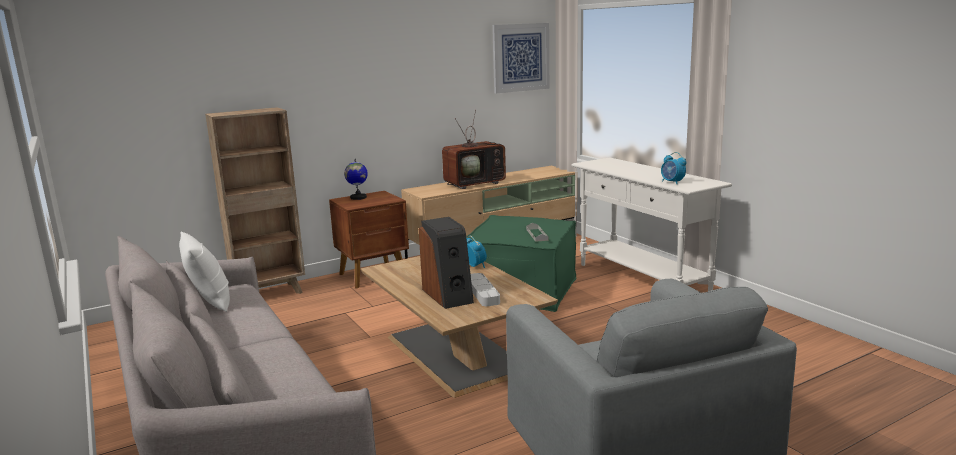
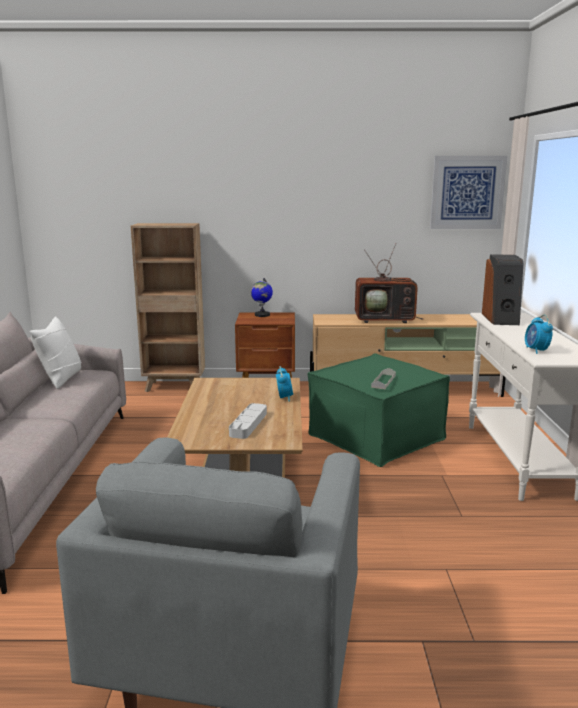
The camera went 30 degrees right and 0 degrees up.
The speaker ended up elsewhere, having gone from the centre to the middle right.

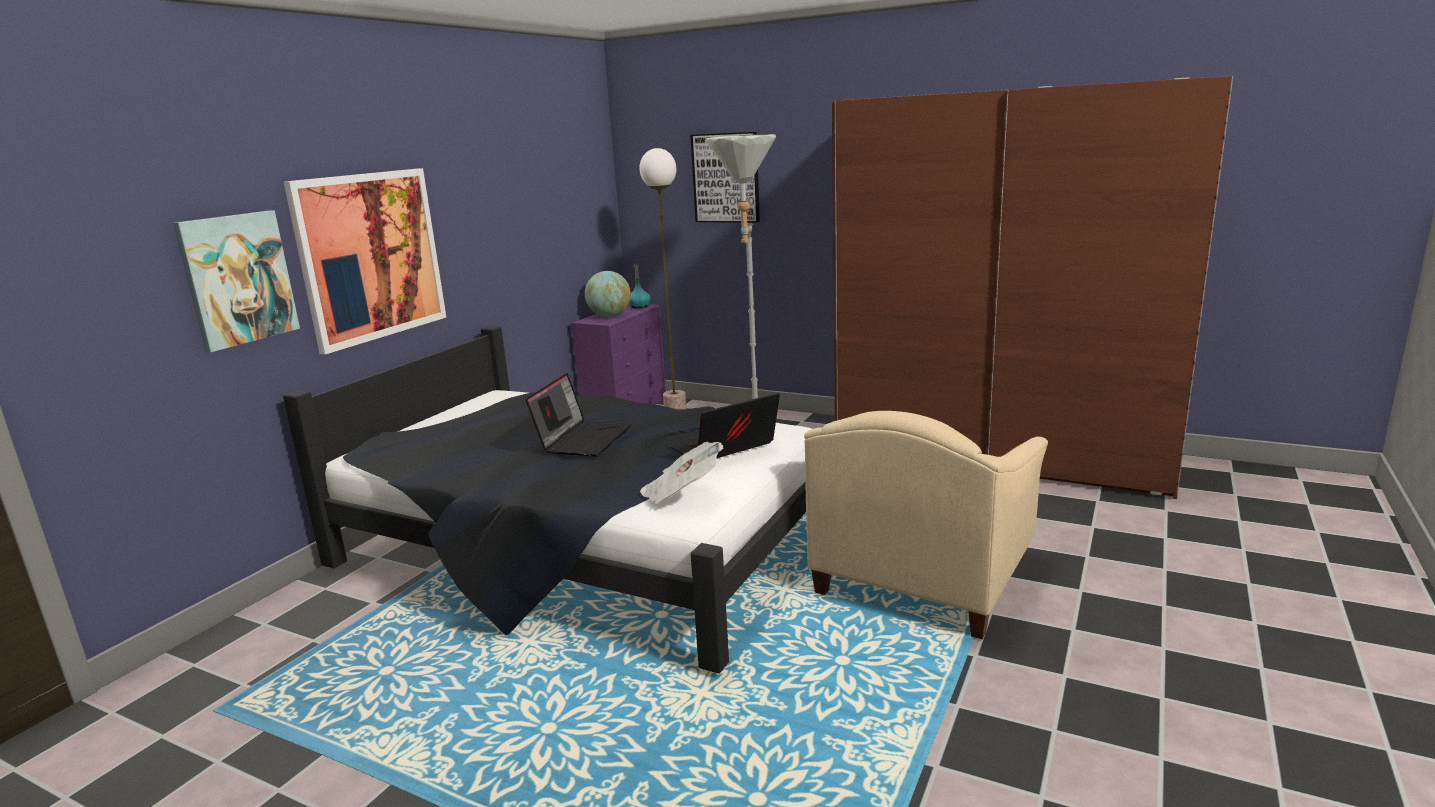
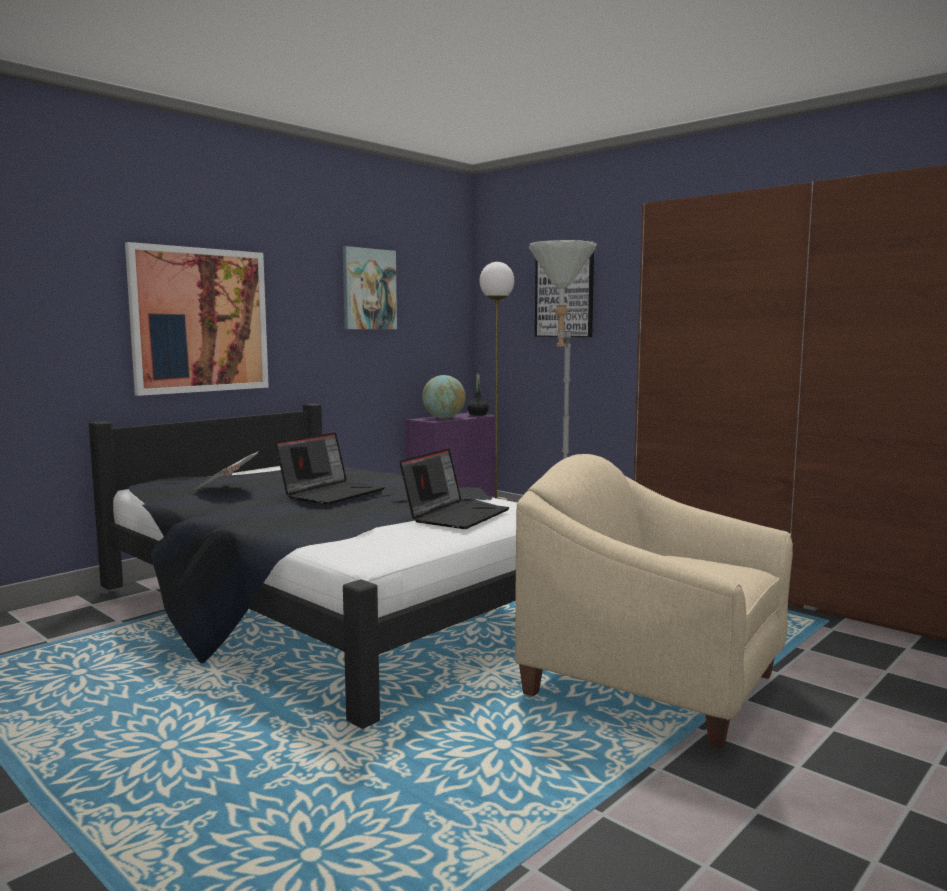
The camera went 15 degrees right and 10 degrees down.
The picture (1st from left in the first image) ended up elsewhere, having gone from the middle left to the top centre.
The newspaper ended up elsewhere, having gone from the centre to the middle left.
What was the turquoise_bottle at the centre turned into the black_bottle at the centre.
The laptop (2nd from left) at the centre ended up facing another way, 135 degrees clockwise from before.
The beige_armchair at the centre ended up facing another way, 75 degrees clockwise from before.

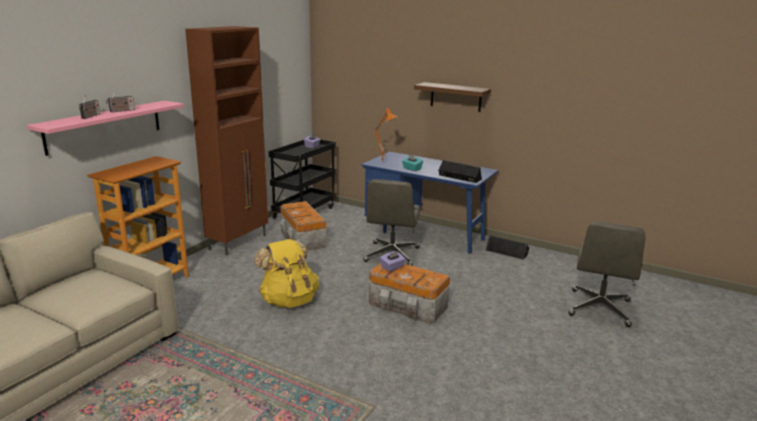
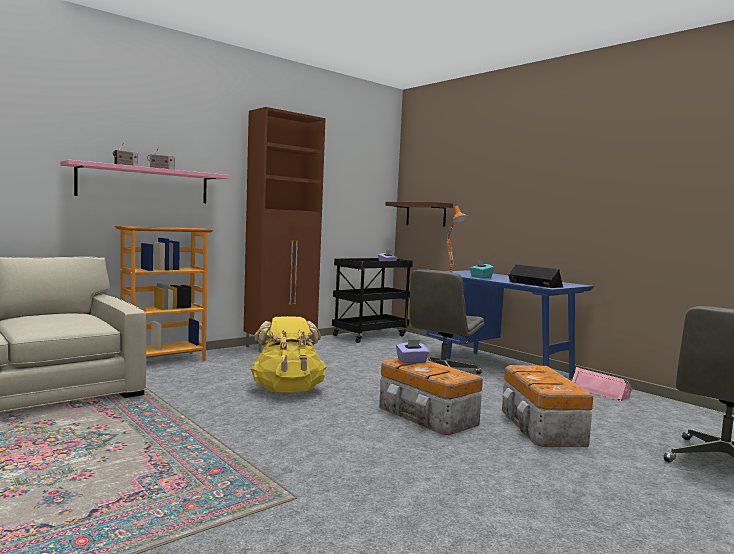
The camera went 20 degrees right and 15 degrees down.
The storage_box (1st from left in the first image) ended up elsewhere, having gone from the centre to the bottom right.
The brown_shelf ended up elsewhere, having gone from the top centre to the centre.
What was the black_speaker (2nd from left) at the middle right turned into the pink_speaker at the bottom right.

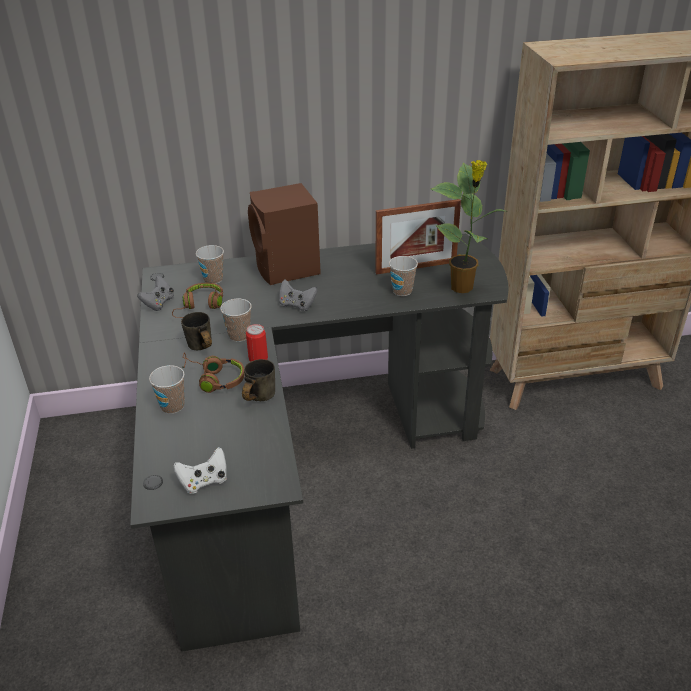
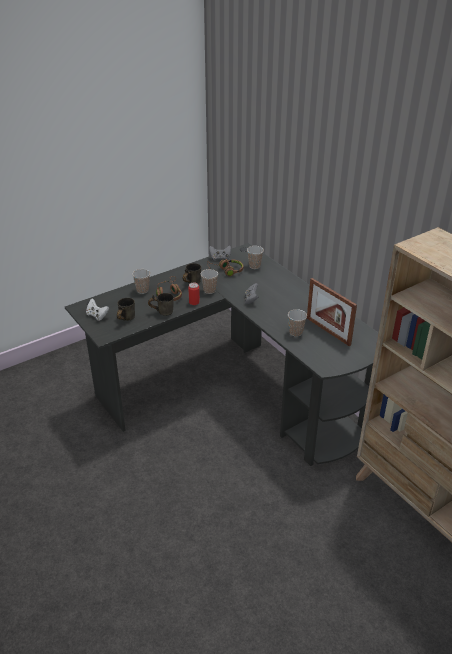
The camera went 65 degrees right and 0 degrees up.
The second view lost the brown_speaker at the centre.
The second view lost the potted_plant at the top right.
The second view gained the grey_mug (1st from left) at the middle left.

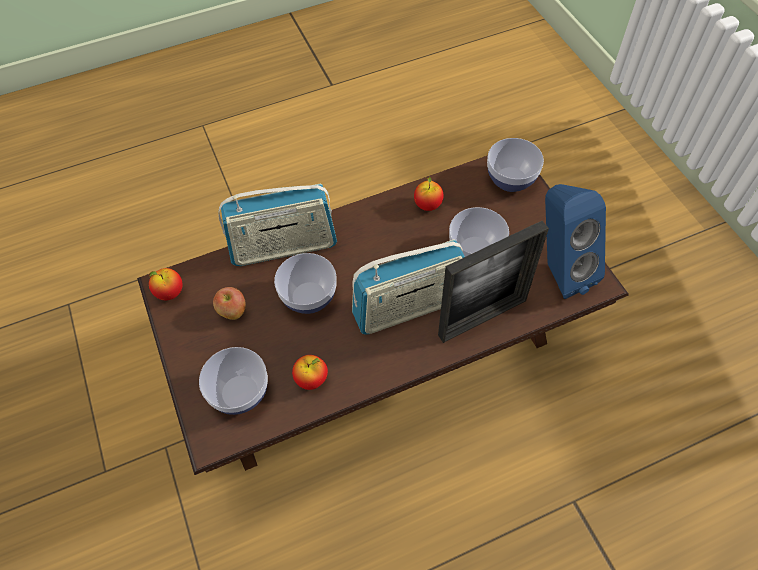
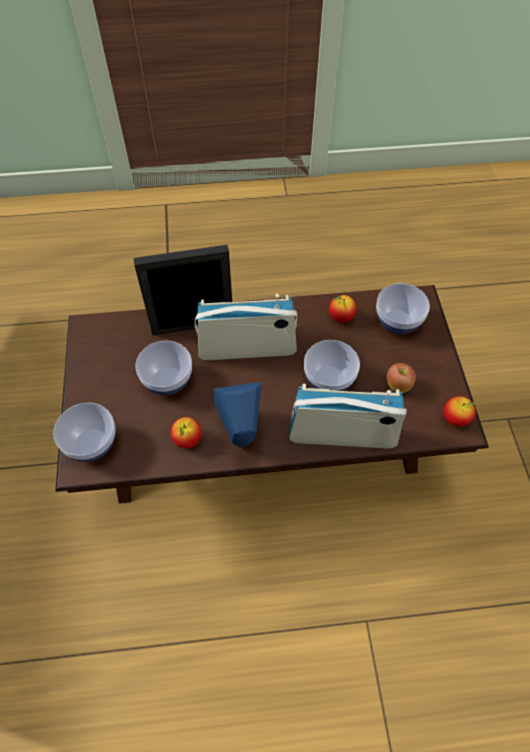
The camera went 165 degrees left and 0 degrees up.
The blue_speaker ended up elsewhere, having gone from the middle right to the centre.

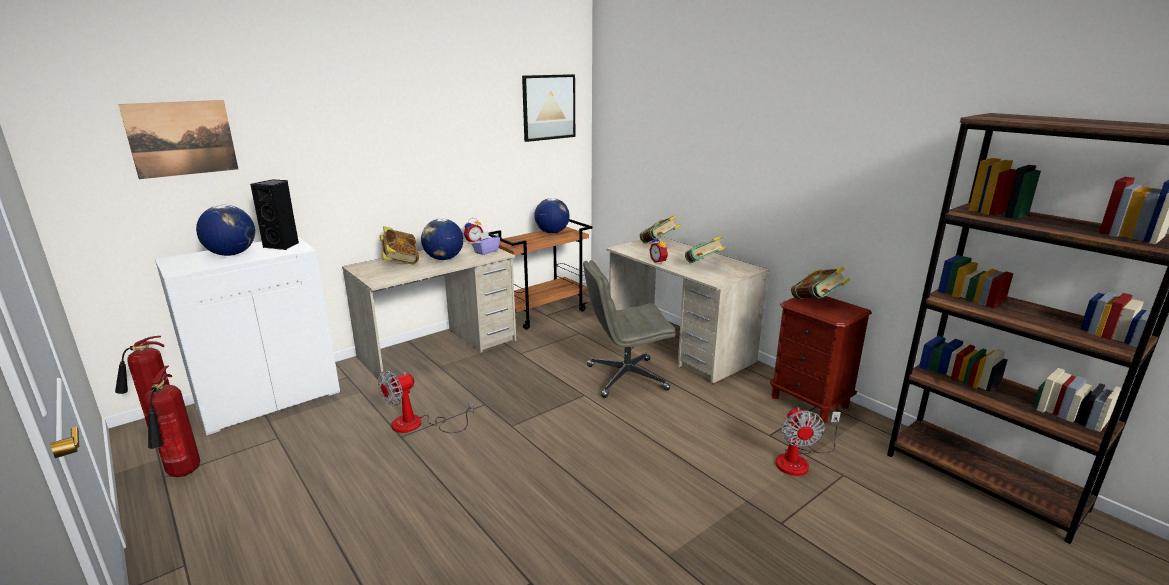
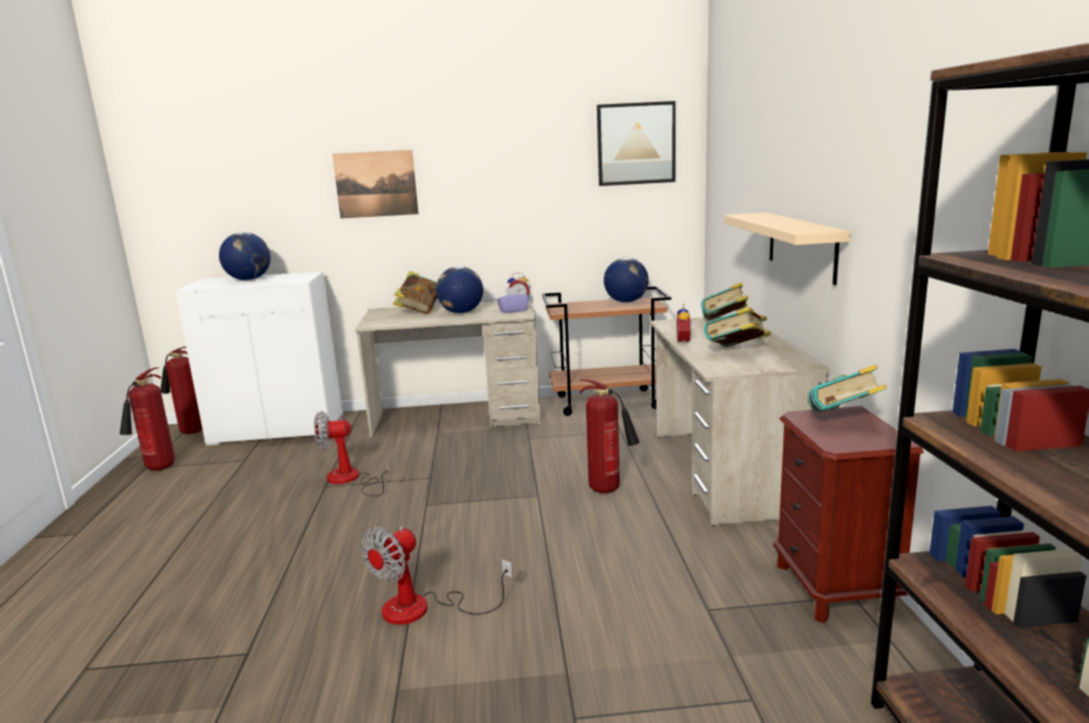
The camera went 35 degrees right and 5 degrees down.
The second view lost the black_speaker at the middle left.
The second view gained the beige_shelf at the middle right.
The picture (1st from left) ended up elsewhere, having gone from the top left to the top centre.
The fan (2nd from left) ended up elsewhere, having gone from the bottom right to the bottom centre.
Where the grey_office_chair stood at the centre, the fire_extinguisher (3rd from left) came to stand at the centre.

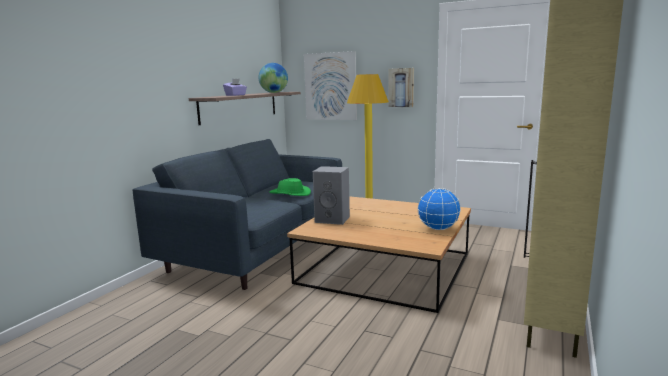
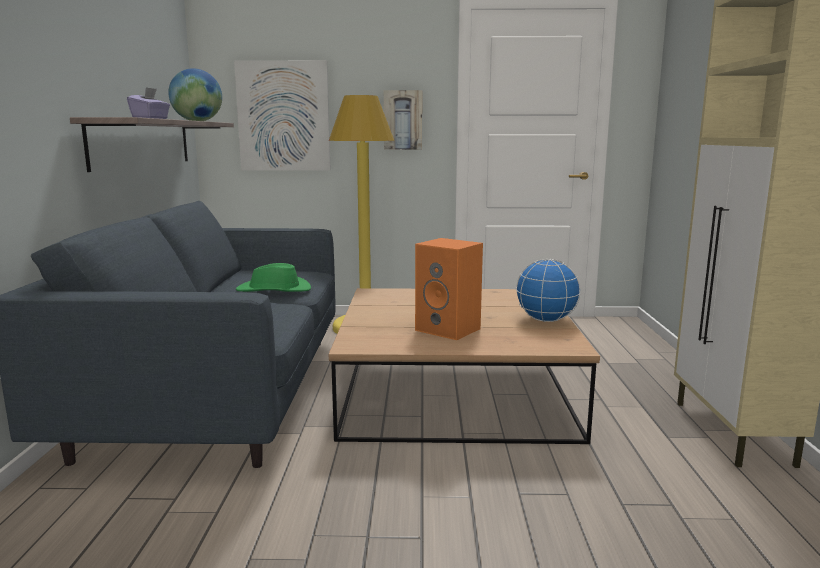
The camera went 25 degrees left and 0 degrees up.
The second view lost the grey_speaker at the centre.
The second view gained the orange_speaker at the centre.

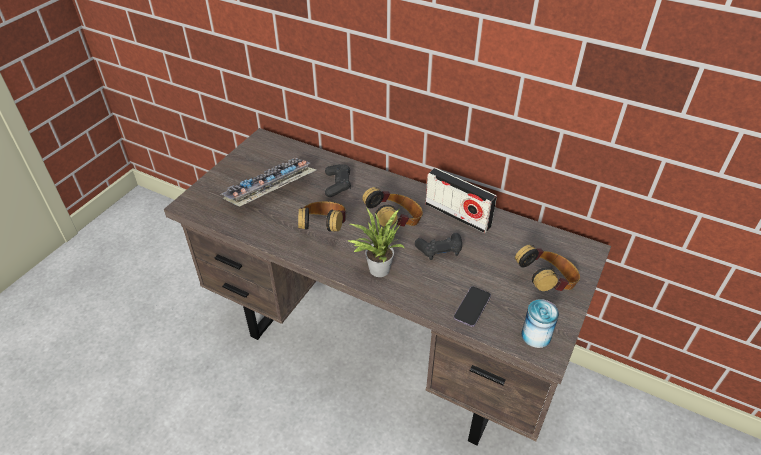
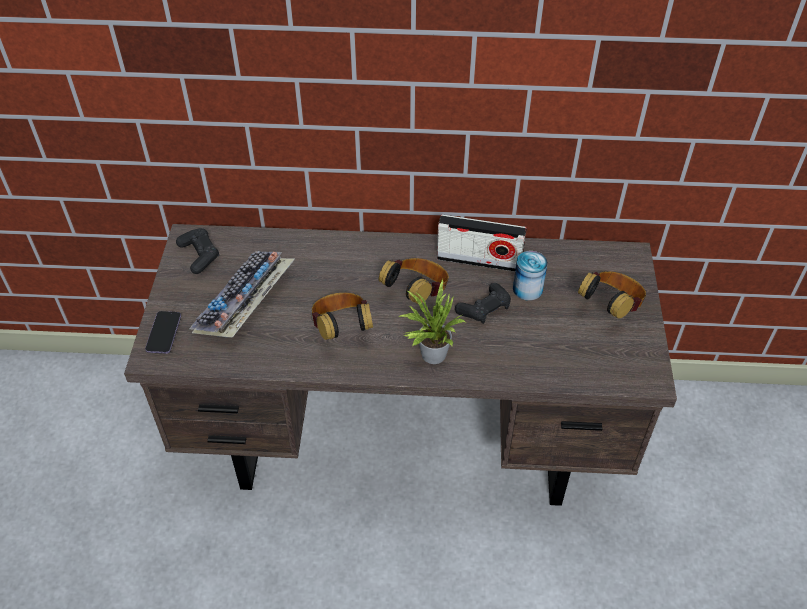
The camera went 25 degrees left and 5 degrees up.
The black_game_controller (1st from left) ended up elsewhere, having gone from the centre to the middle left.
The phone ended up elsewhere, having gone from the bottom centre to the middle left.
The can ended up elsewhere, having gone from the bottom right to the centre.

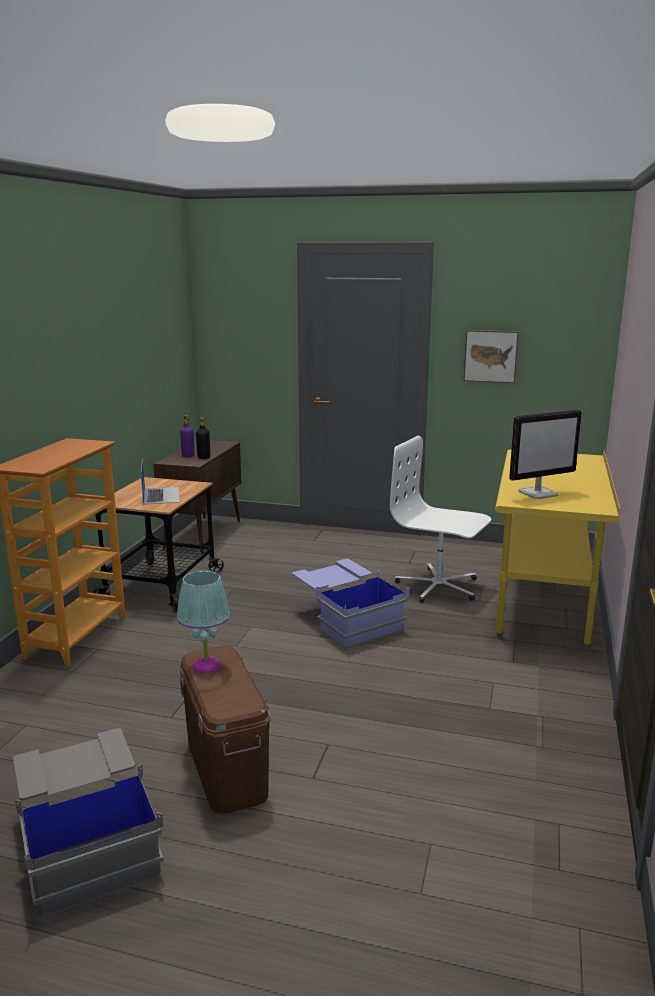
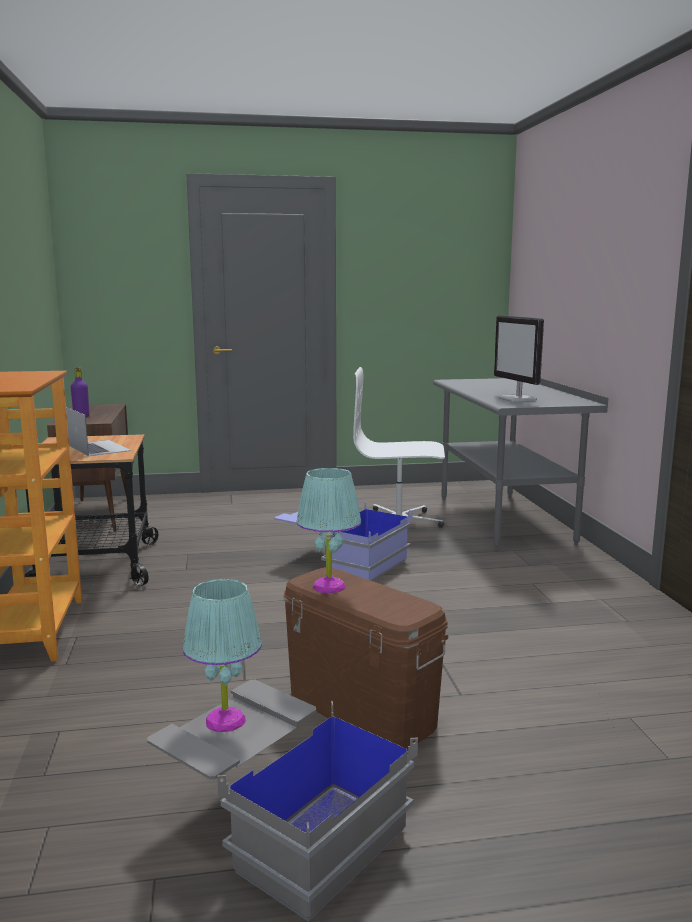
The camera went 25 degrees left and 5 degrees down.
The second view lost the black_bottle at the middle left.
The second view lost the picture at the middle right.
The second view gained the turquoise_table_lamp (1st from left) at the bottom left.
What was the yellow_desk at the middle right turned into the grey_desk at the middle right.
The monitor at the middle right ended up facing another way, 120 degrees clockwise from before.

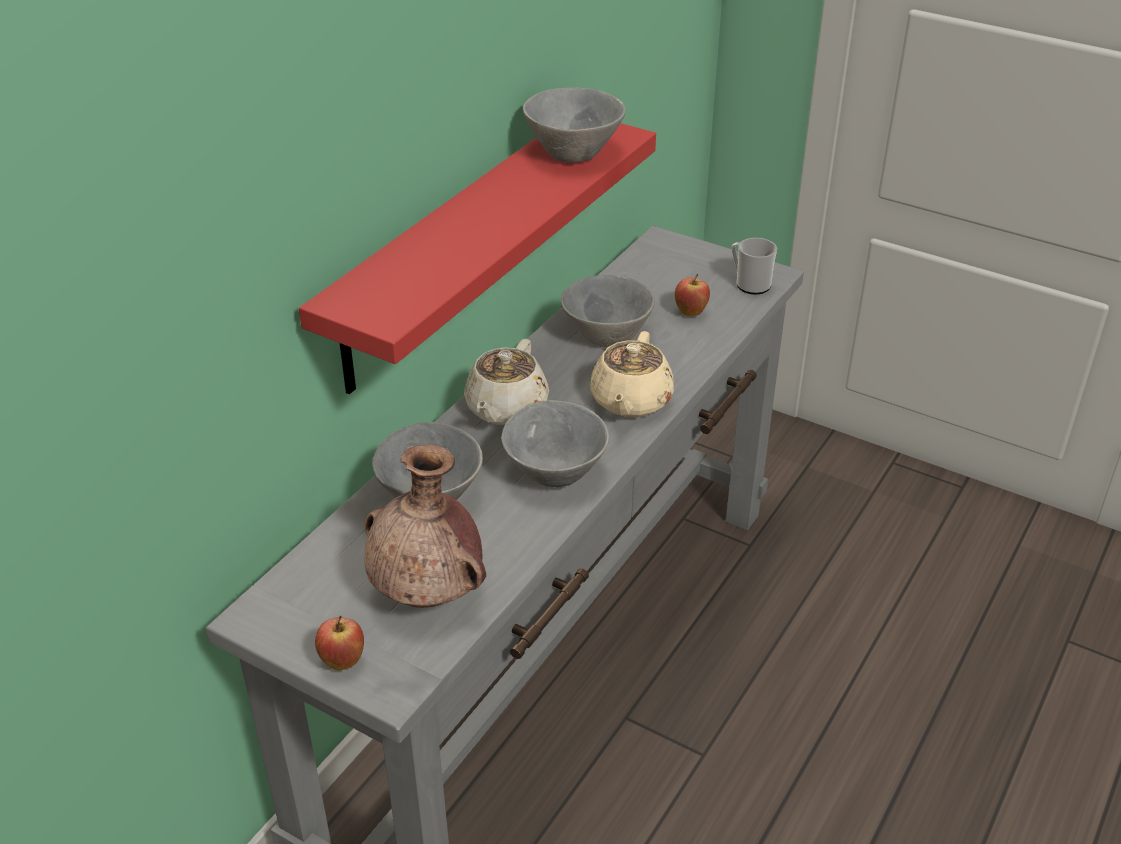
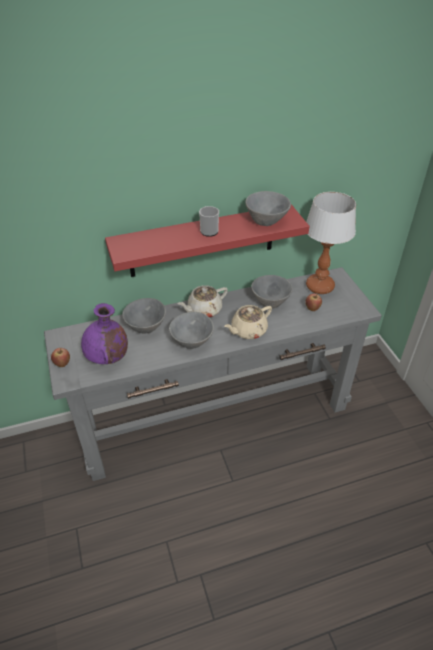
The camera went 40 degrees right and 5 degrees up.
The second view gained the table_lamp at the middle right.
The mug ended up elsewhere, having gone from the top right to the centre.
What was the brown_vase at the centre turned into the purple_vase at the middle left.

